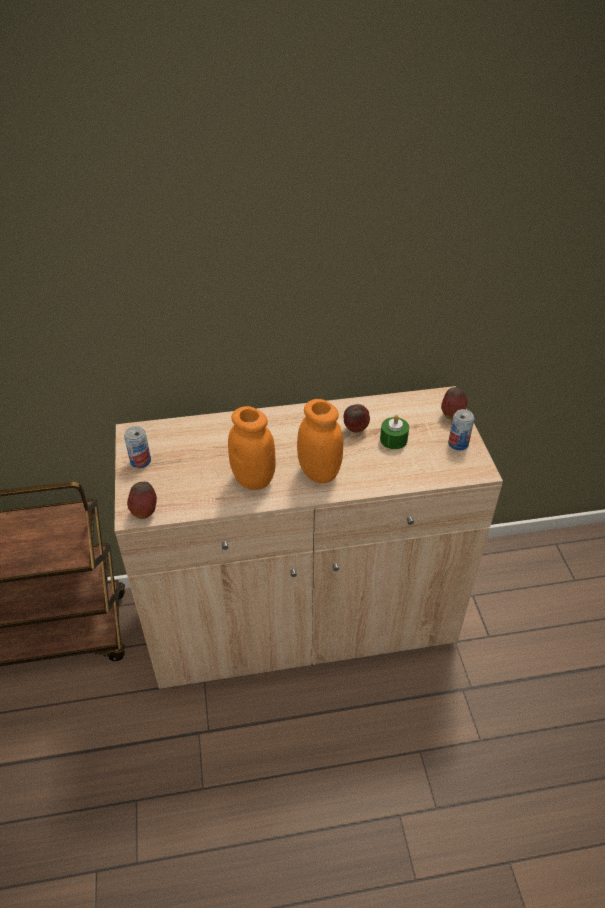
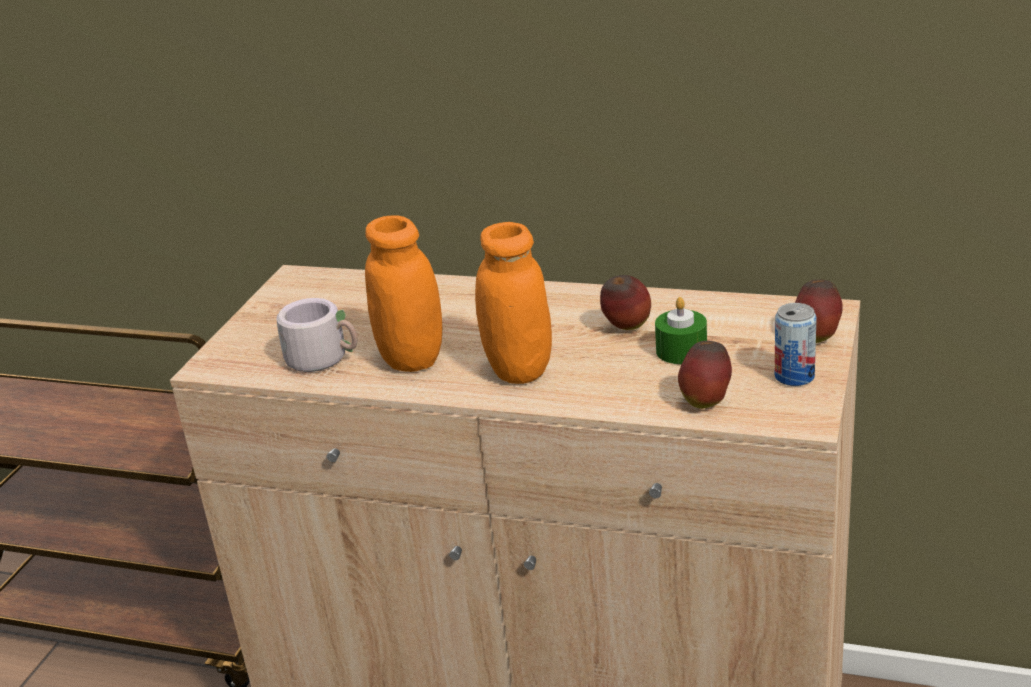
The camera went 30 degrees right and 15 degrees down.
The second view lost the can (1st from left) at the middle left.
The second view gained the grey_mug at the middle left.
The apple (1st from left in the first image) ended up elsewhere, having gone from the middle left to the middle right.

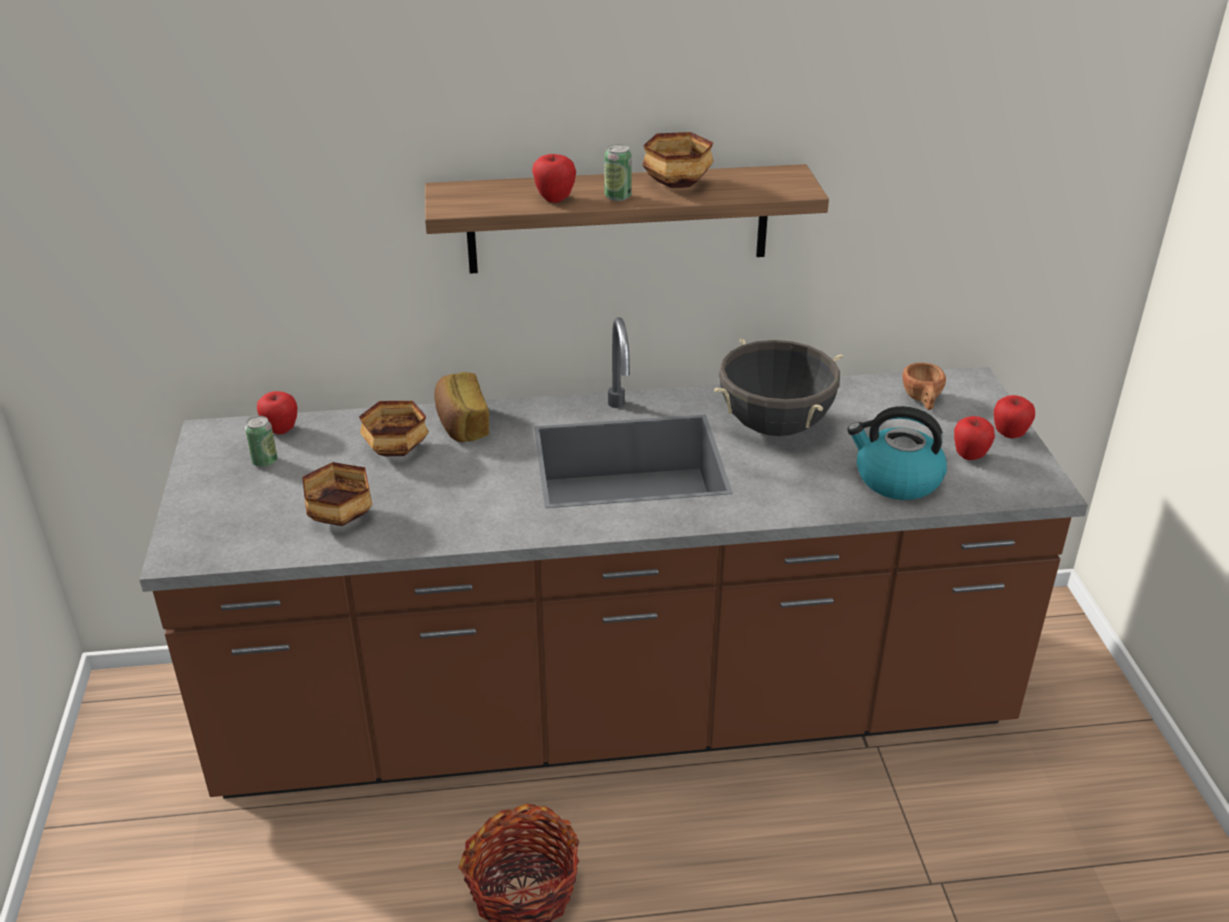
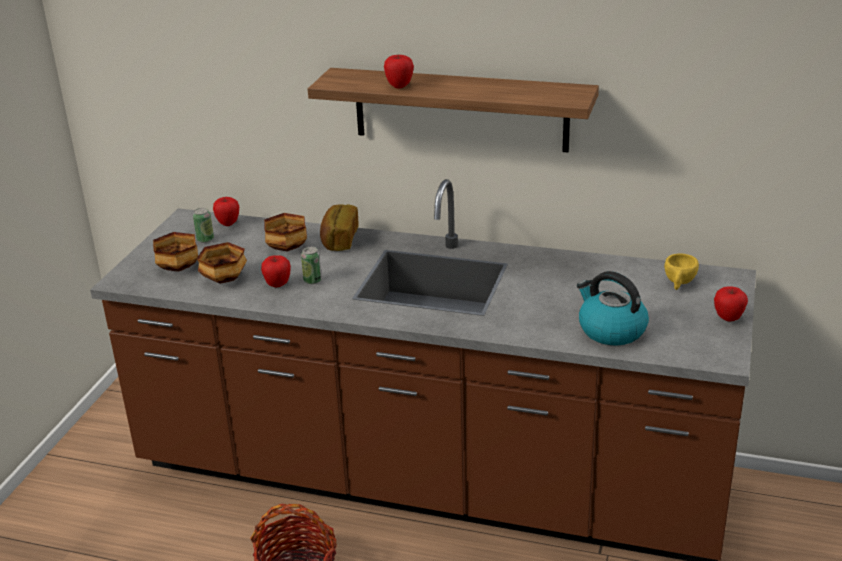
The camera went 25 degrees right and 5 degrees down.
The second view lost the black_cooking_pot at the centre.
The can (2nd from left) ended up elsewhere, having gone from the top centre to the centre.
The bowl (3rd from left in the first image) ended up elsewhere, having gone from the top centre to the middle left.
The apple (3rd from left in the first image) ended up elsewhere, having gone from the middle right to the middle left.
What was the brown_cup at the middle right turned into the yellow_cup at the middle right.

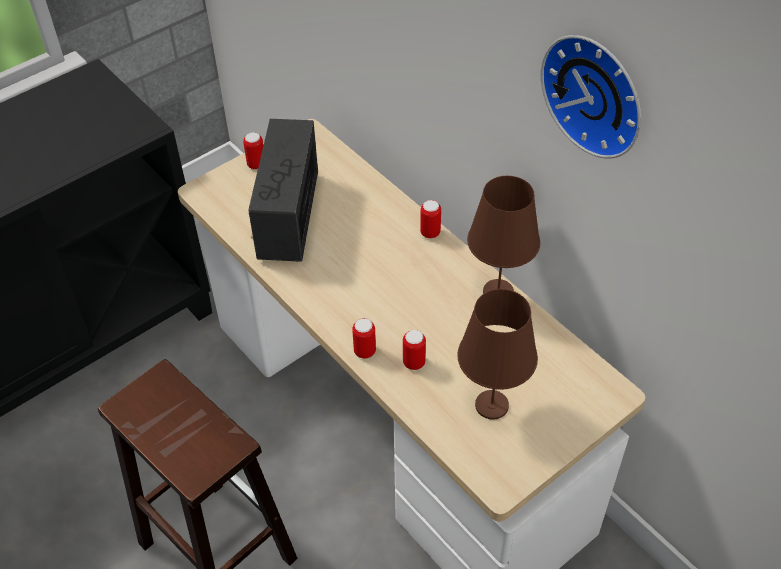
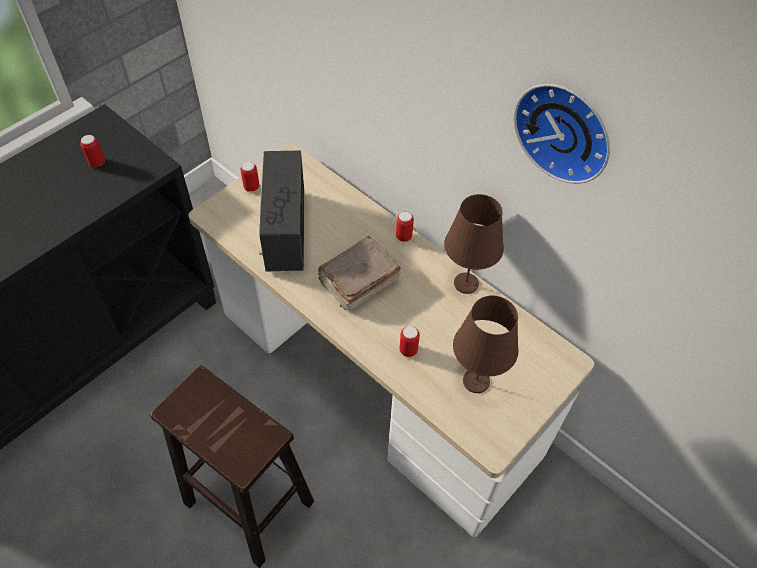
The camera went 10 degrees left and 5 degrees up.
The second view gained the brown_book at the centre.
The can (2nd from left in the first image) ended up elsewhere, having gone from the centre to the top left.

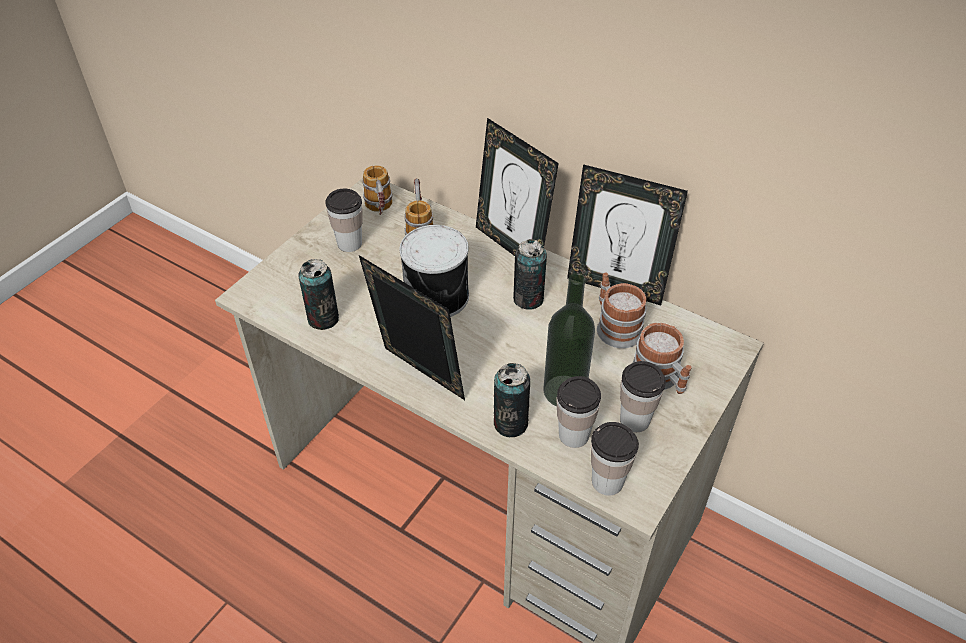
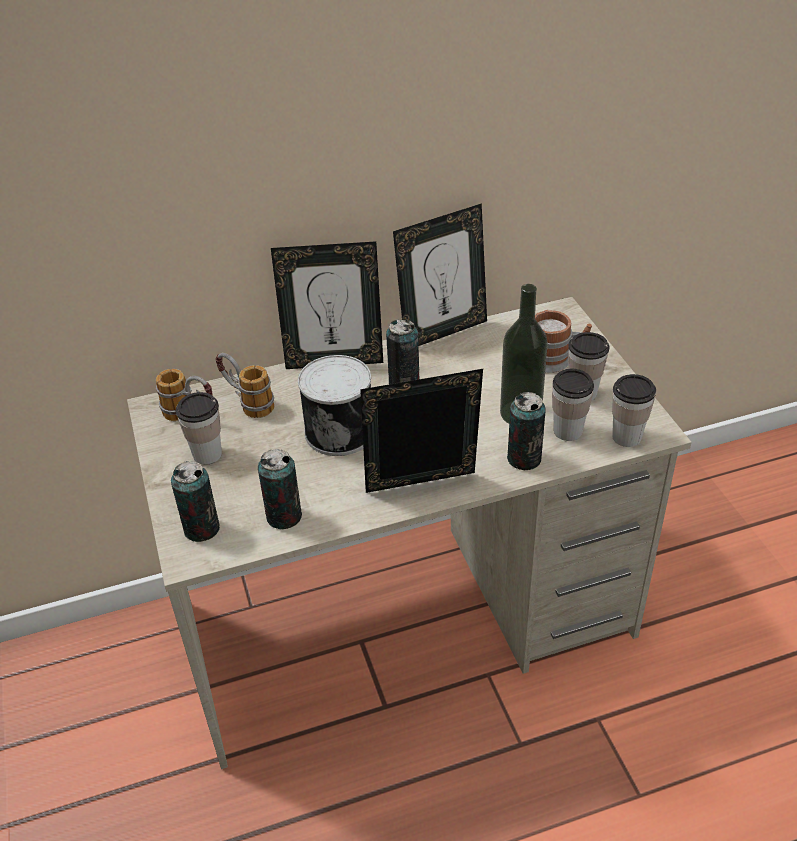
The camera went 50 degrees left and 5 degrees down.
The second view lost the mug (3rd from left) at the centre.
The second view gained the can (1st from left) at the middle left.

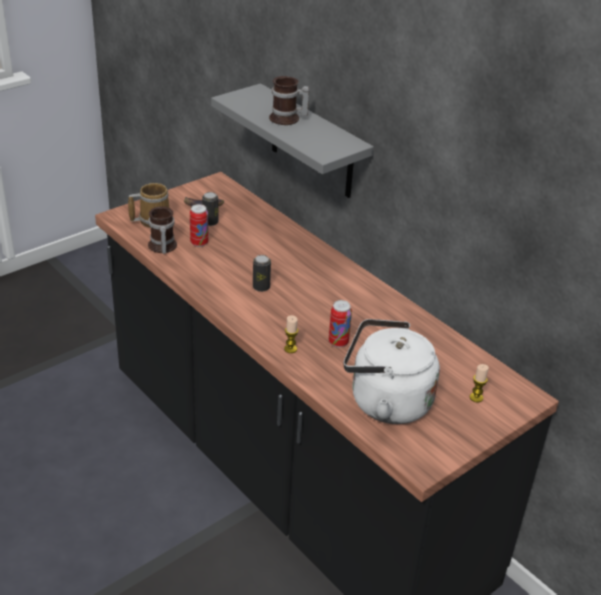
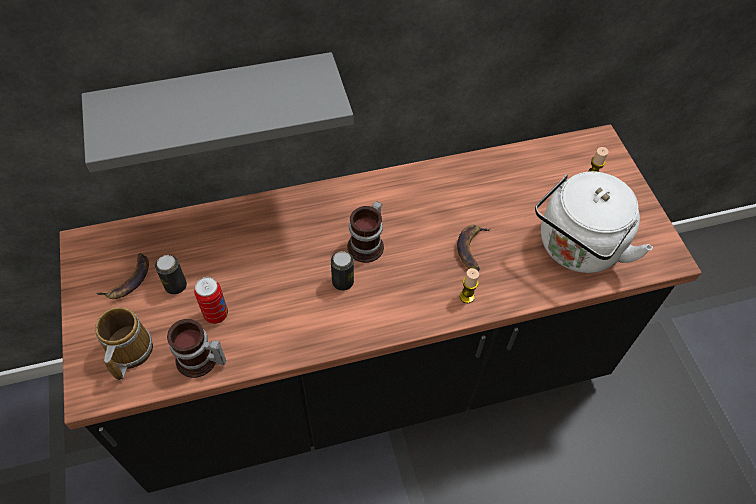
The camera went 65 degrees left and 20 degrees up.
The mug (3rd from left) ended up elsewhere, having gone from the top centre to the centre.
Where the can (4th from left) stood at the centre, the banana (2nd from left) came to stand at the centre.

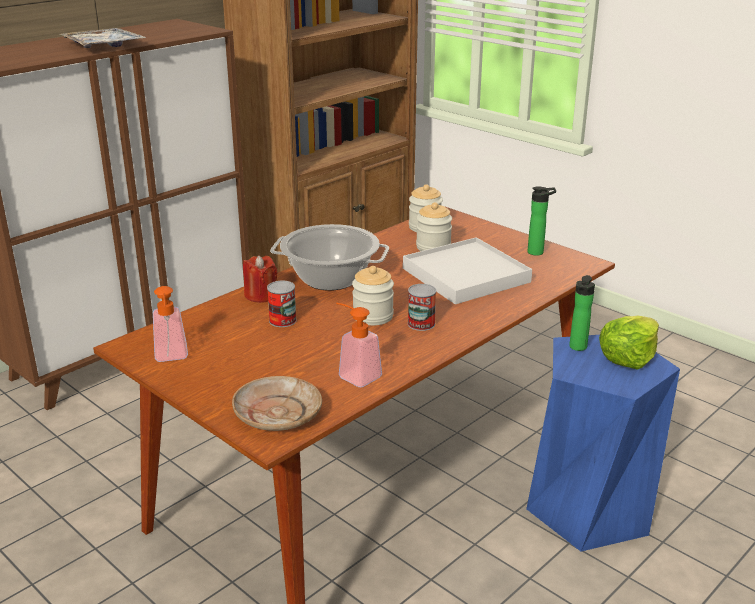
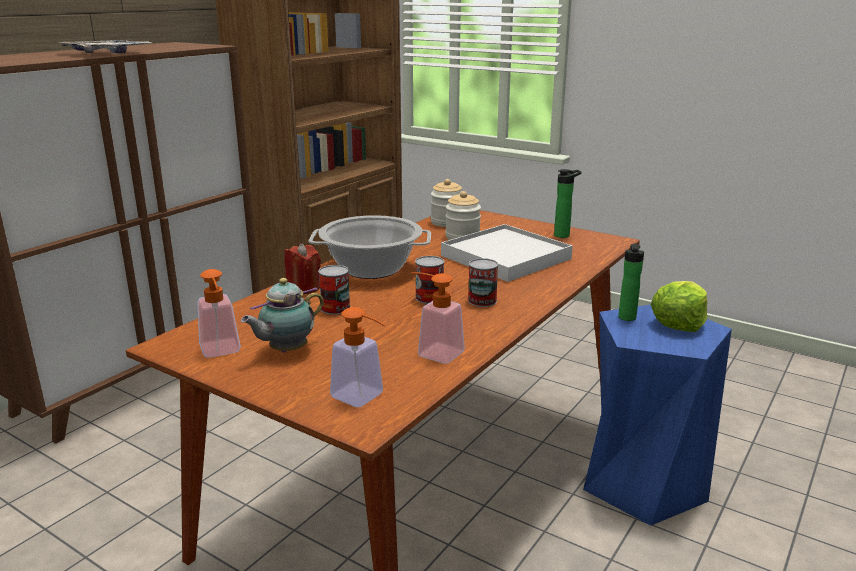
The camera went 10 degrees left and 5 degrees down.
The second view gained the teapot at the middle left.
Where the beige_plate stood at the bottom centre, the soap_dispenser (2nd from left) came to stand at the centre.
Where the jar (1st from left) stood at the centre, the can (2nd from left) came to stand at the centre.

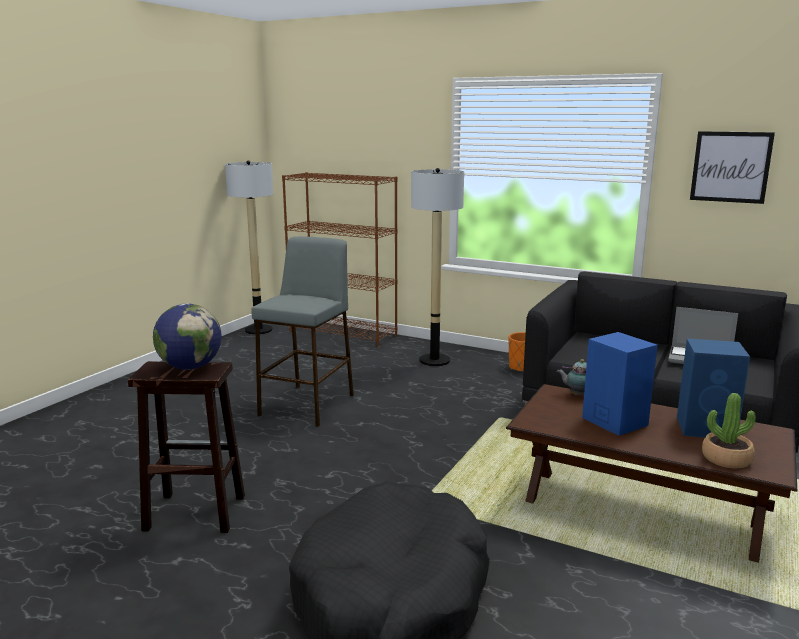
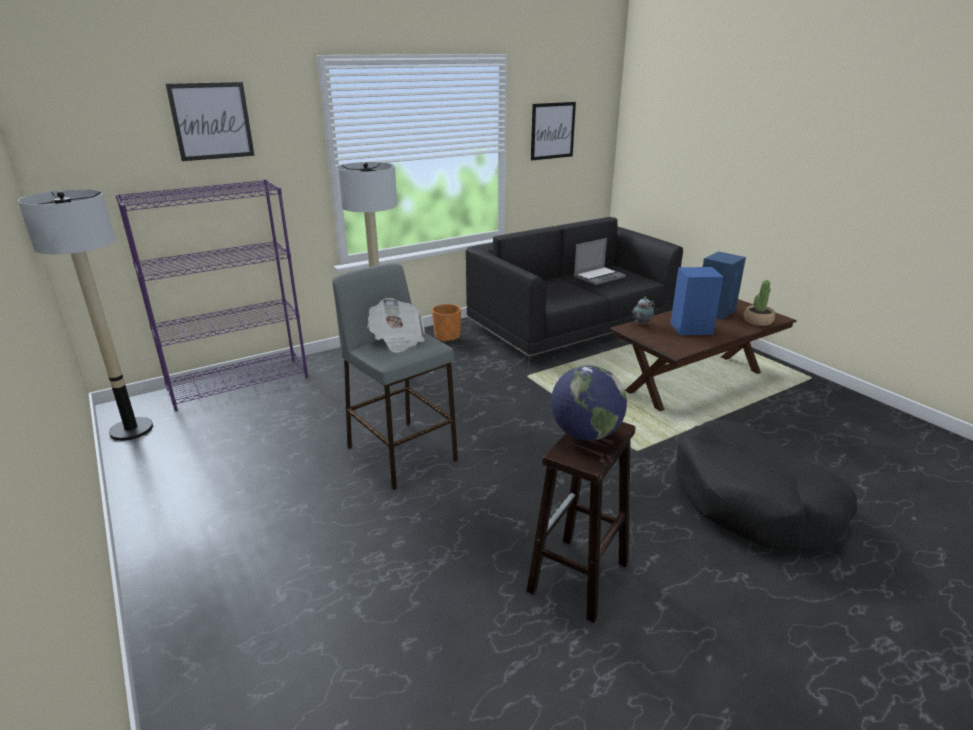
The camera went 60 degrees left and 10 degrees up.
The second view gained the picture (1st from left) at the top left.
The second view gained the newspaper at the centre.
What was the brown_bookcase at the centre turned into the purple_bookcase at the middle left.

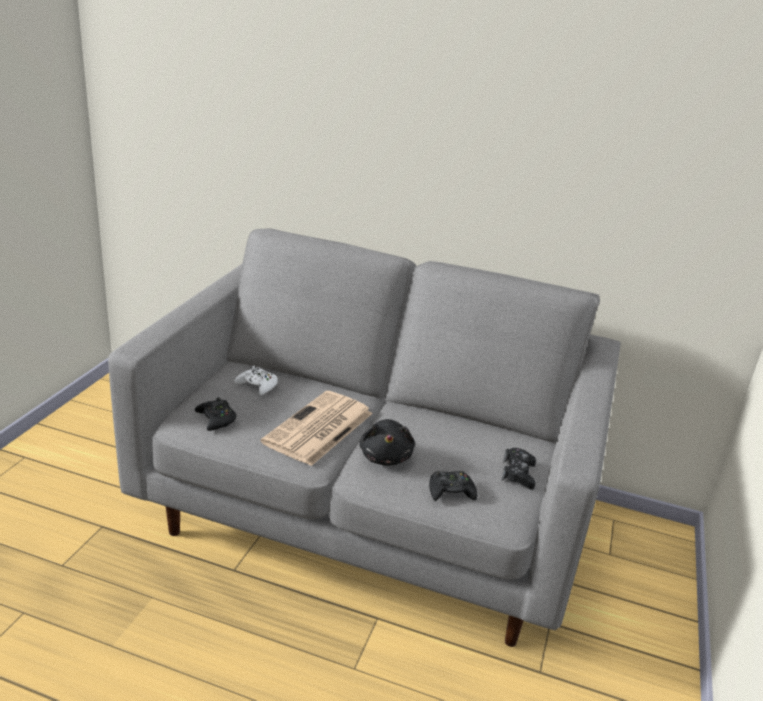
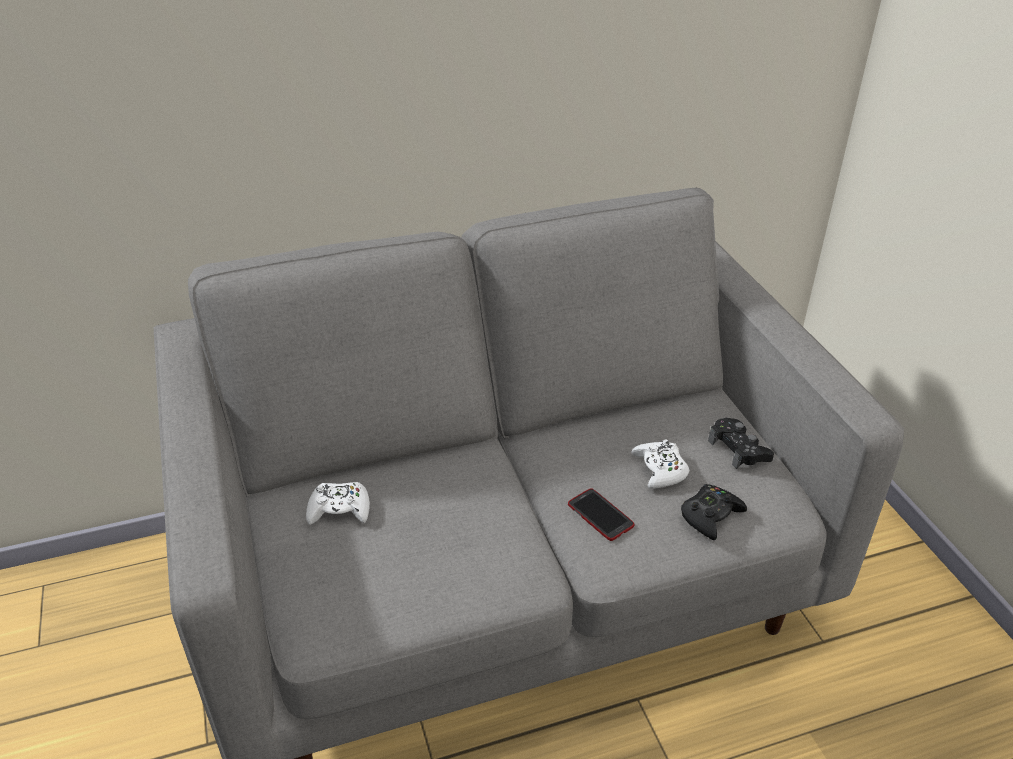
The camera went 35 degrees left and 10 degrees up.
The second view lost the black_game_controller (1st from left) at the middle left.
The second view lost the newspaper at the centre.
The second view gained the white_game_controller (2nd from left) at the centre.
Where the black_plush_toy stood at the centre, the phone came to stand at the bottom centre.

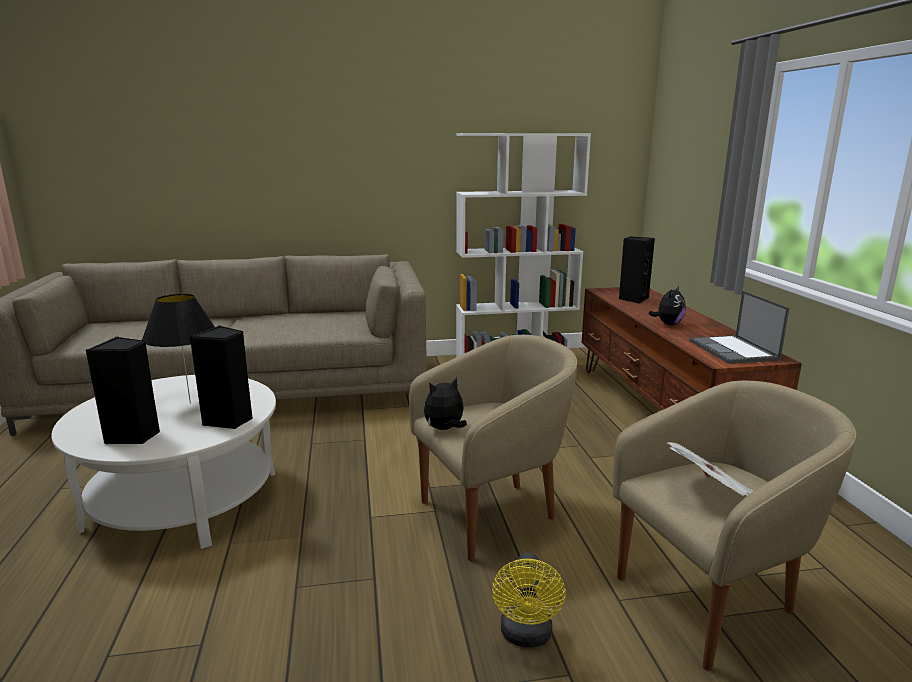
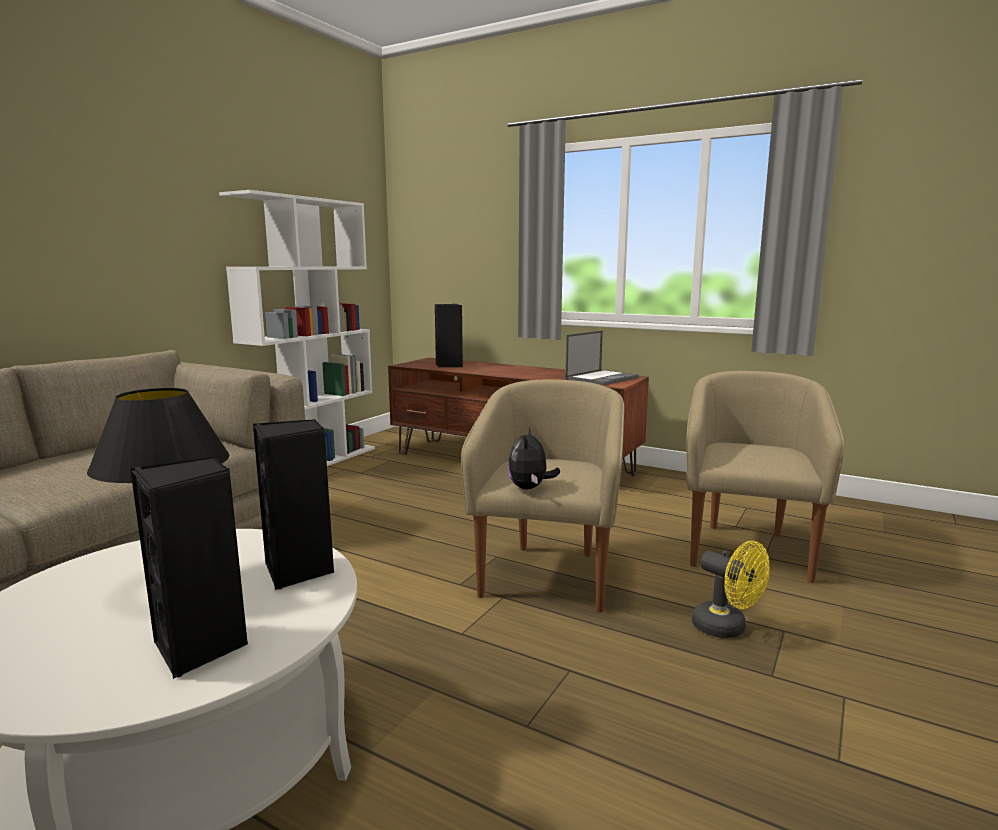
The camera went 50 degrees left and 5 degrees down.
The second view lost the plush_toy (2nd from left) at the middle right.
The second view lost the newspaper at the bottom right.
The laptop at the middle right ended up facing another way, 75 degrees counterclockwise from before.

